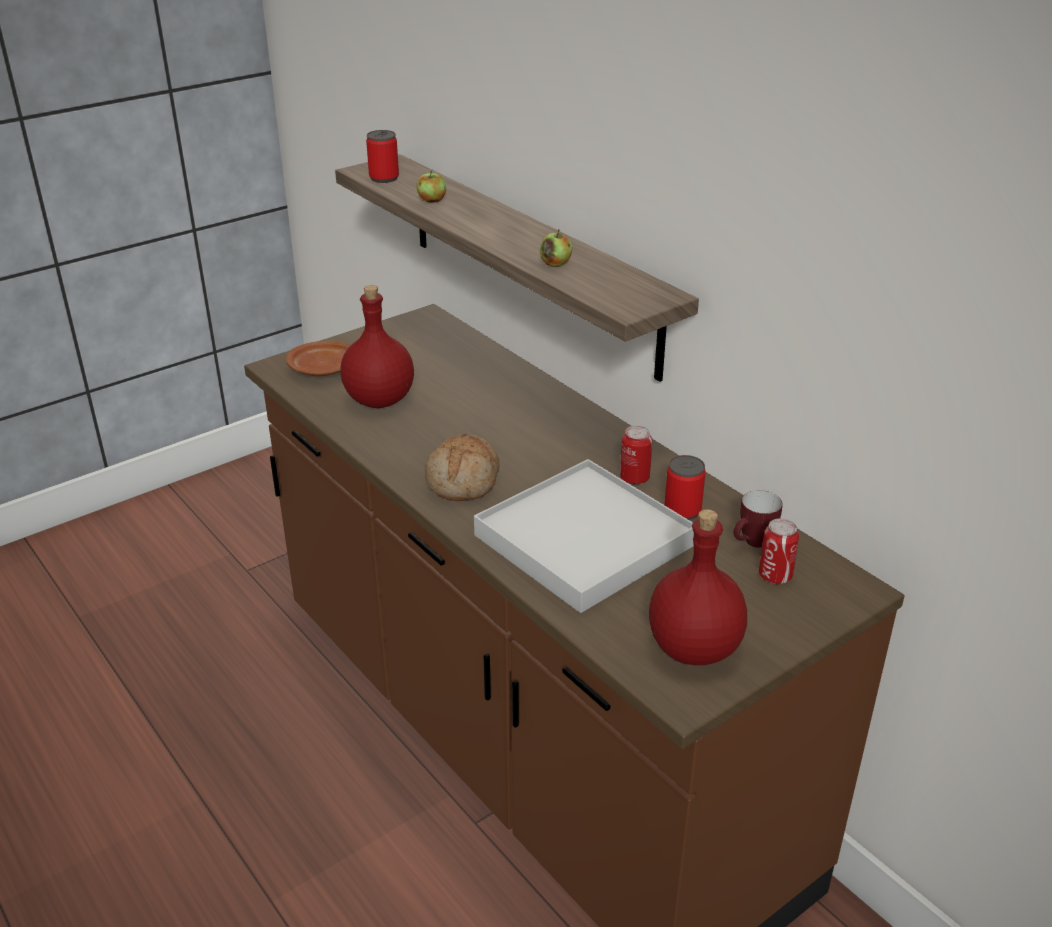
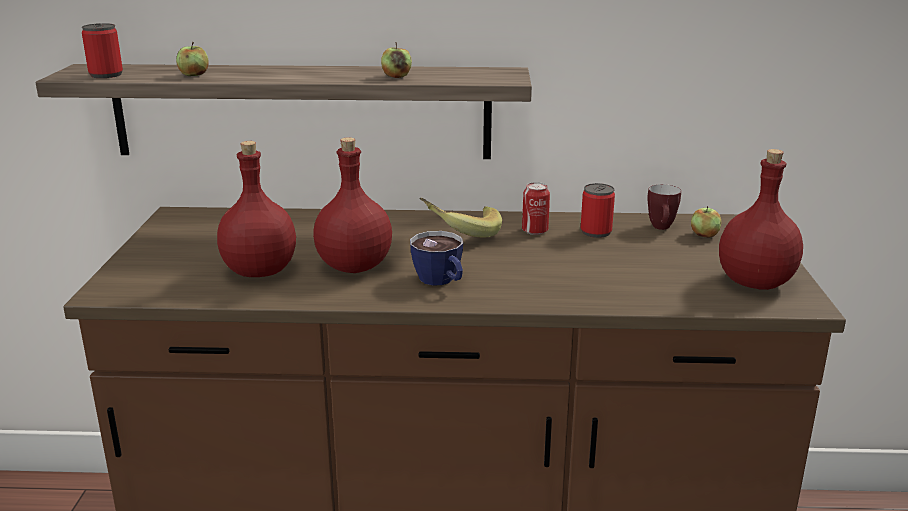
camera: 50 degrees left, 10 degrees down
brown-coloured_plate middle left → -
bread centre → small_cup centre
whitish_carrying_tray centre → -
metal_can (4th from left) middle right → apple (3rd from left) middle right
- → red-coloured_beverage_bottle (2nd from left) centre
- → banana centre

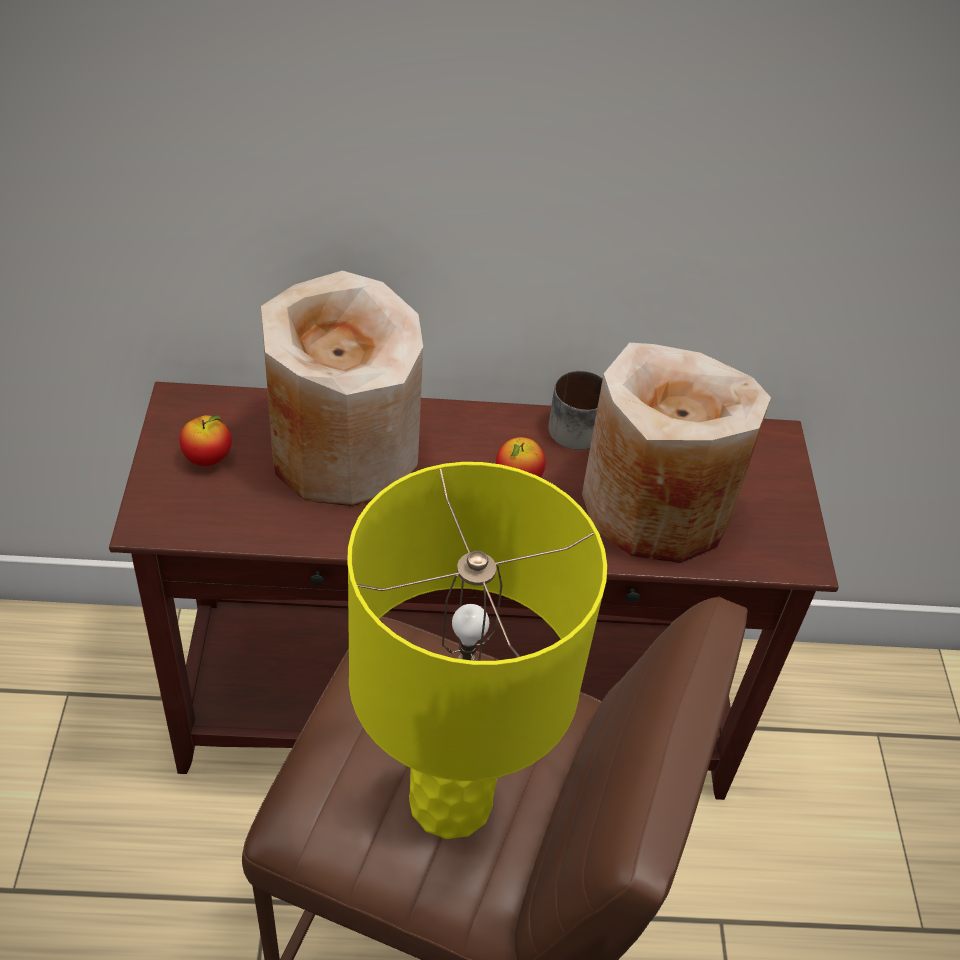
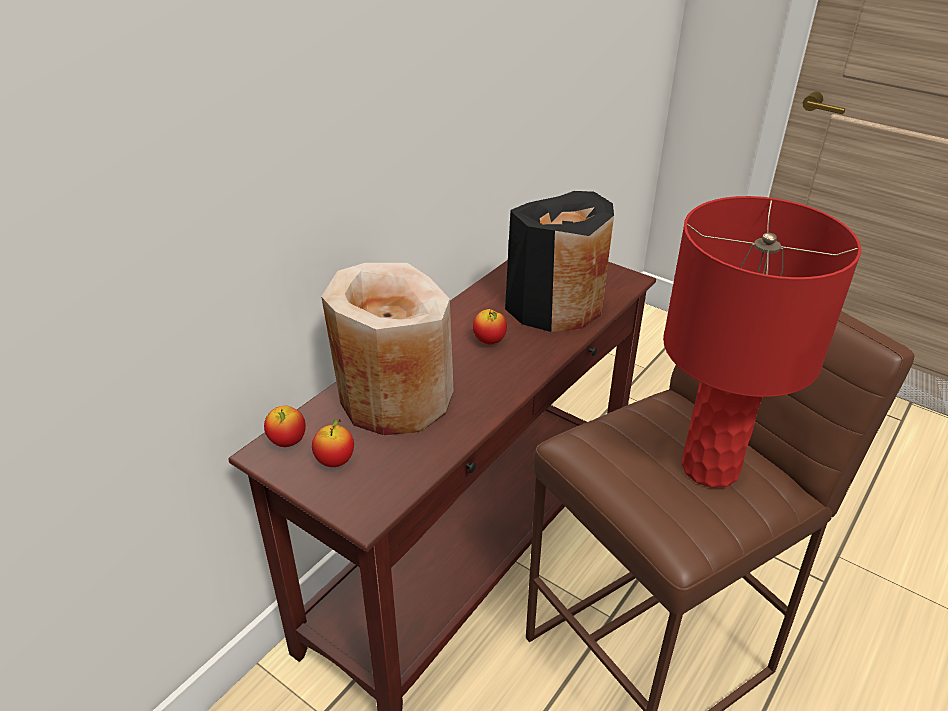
camera: 50 degrees left, 10 degrees down
yellow-coloured_lamp_for_a_table bottom centre → red-coloured_lamp_for_a_table middle right
tea_mug centre → -
sand-coloured_vase (2nd from left) middle right → blackish_vase centre
- → apple (1st from left) middle left

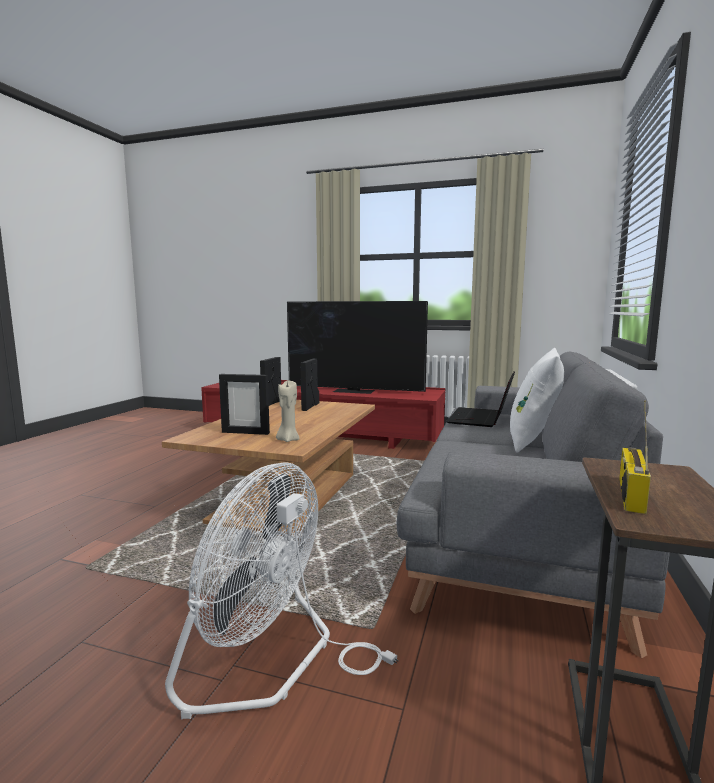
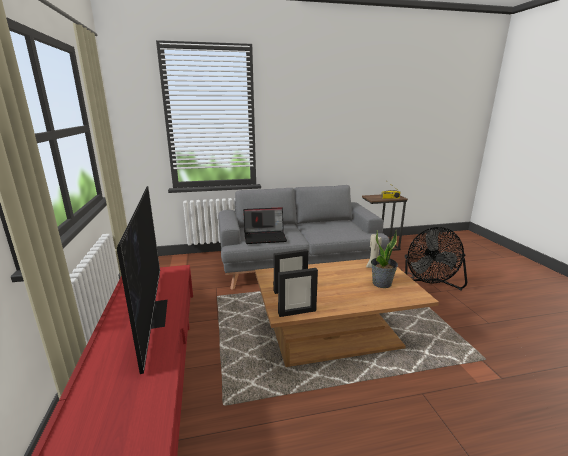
camera: 120 degrees left, 10 degrees up
whitish_cooling_fan bottom centre → blackish_cooling_fan middle right
standing_frame (1st from left) centre → potted_plant middle right
whitish_cushion middle right → -

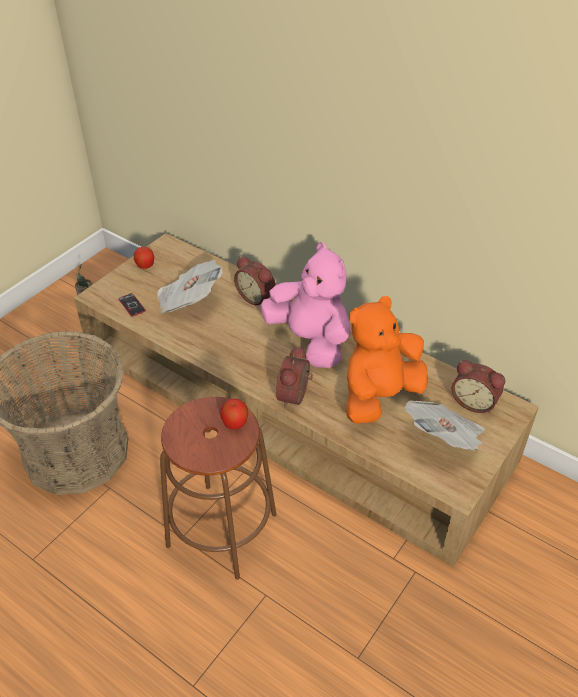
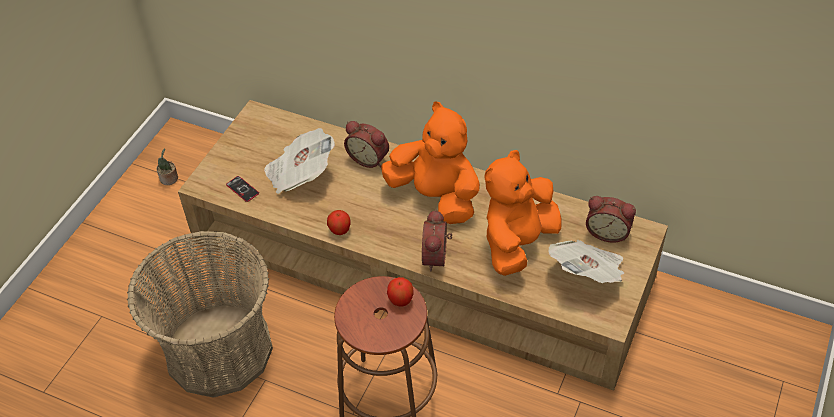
camera: 10 degrees left, 5 degrees up
apple (1st from left) middle left → apple (1st from left) centre, move
pinkish_cuddly_toy centre → orangey_cuddly_toy (1st from left) centre

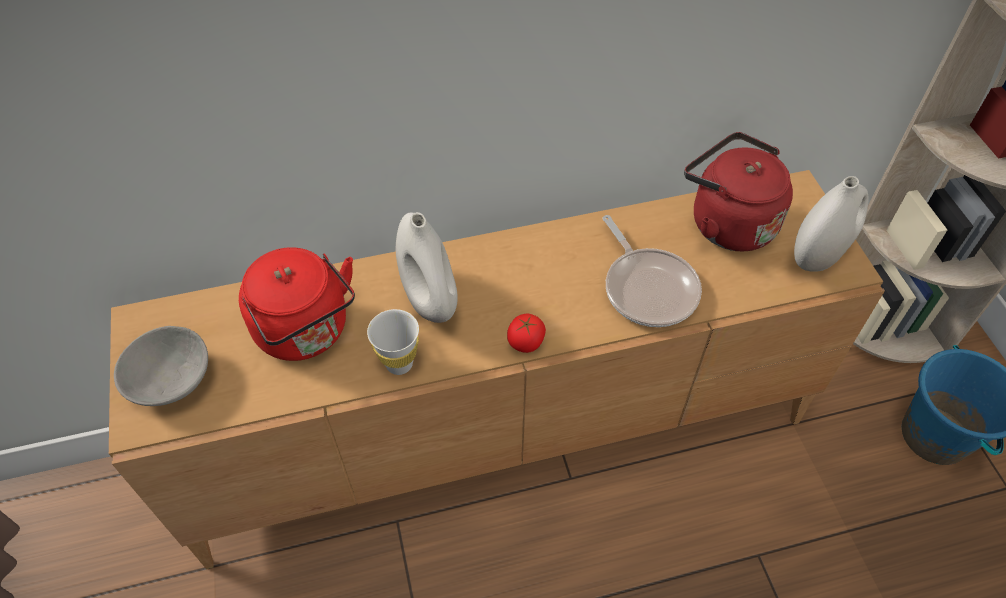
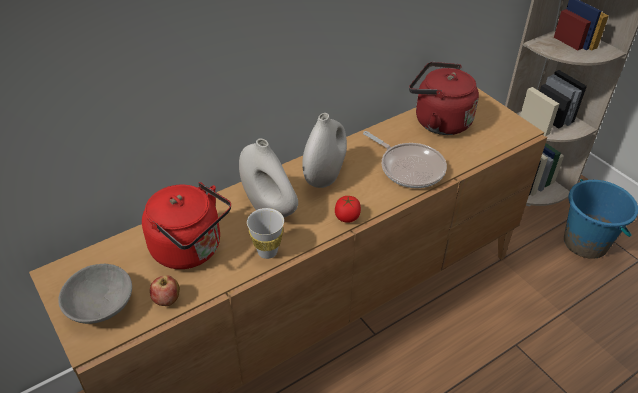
camera: 20 degrees left, 10 degrees down
whitish_vase (2nd from left) middle right → whitish_vase (2nd from left) centre, move
- → apple bottom left

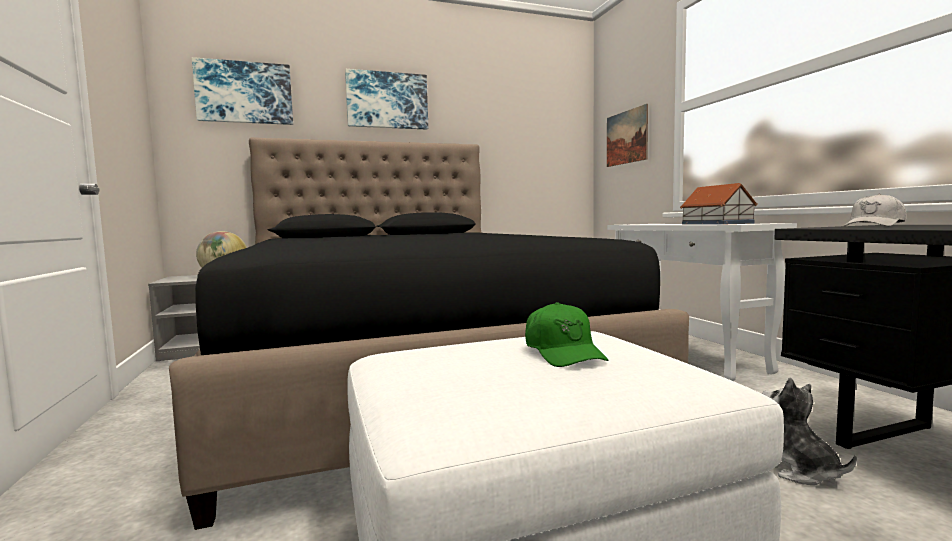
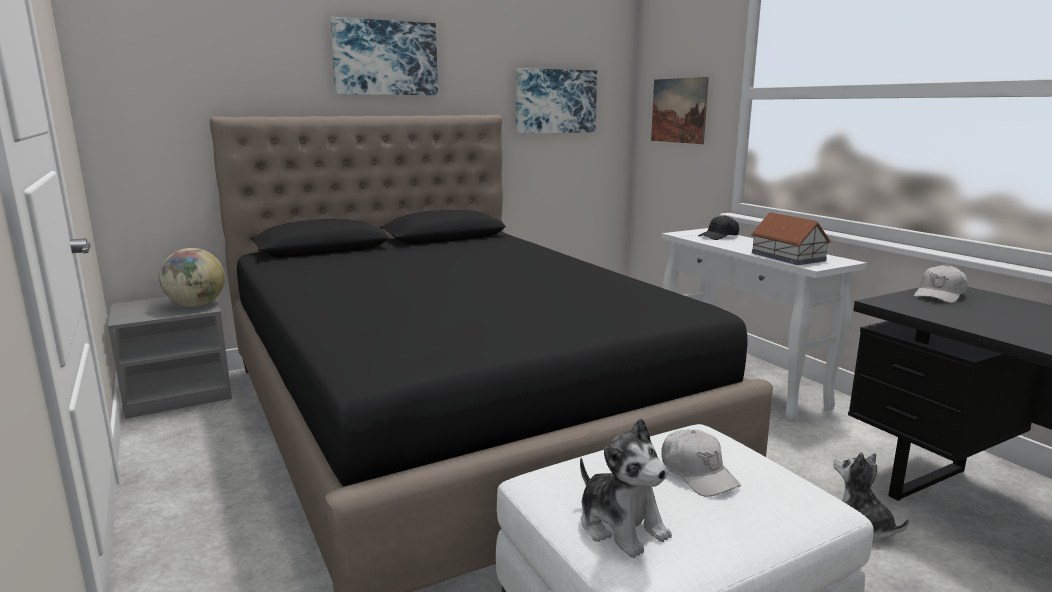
camera: 10 degrees left, 10 degrees up
picture (1st from left in the first image) top left → picture (2nd from left) top centre, move
green-coloured_baseball_cap centre → whitish_baseball_cap (1st from left) bottom centre
- → cuddly_toy (1st from left) bottom centre
- → blackish_baseball_cap middle right

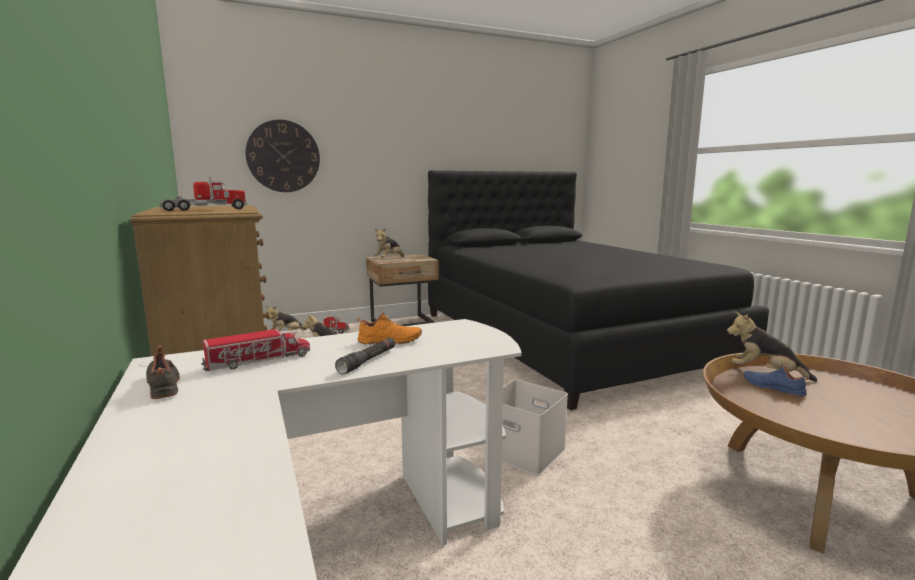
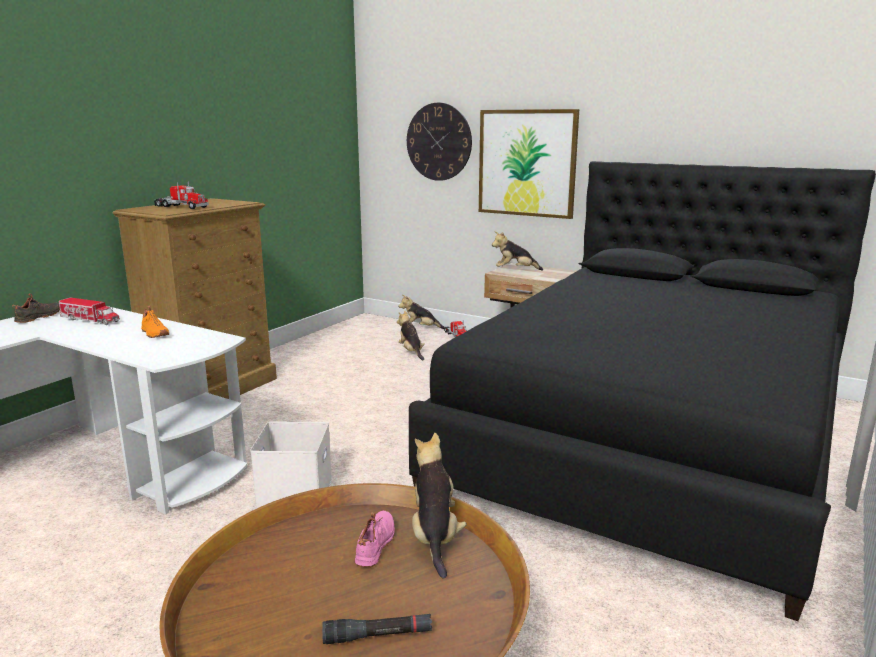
camera: 55 degrees right, 5 degrees up
blackish_flashlight centre → blackish_flashlight bottom centre, move
blue-coloured_item_of_footwear middle right → pinkish_item_of_footwear bottom centre
- → picture top centre

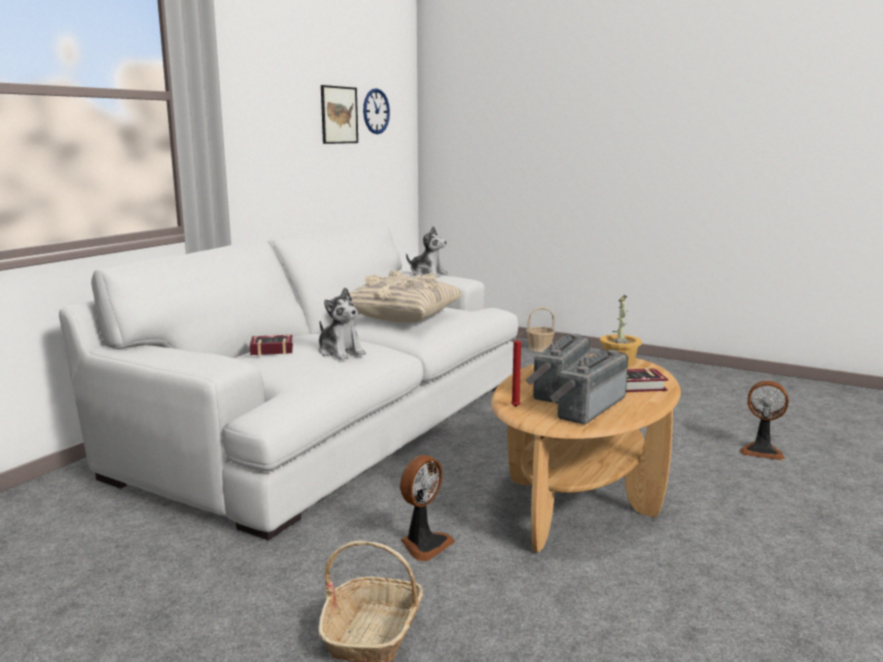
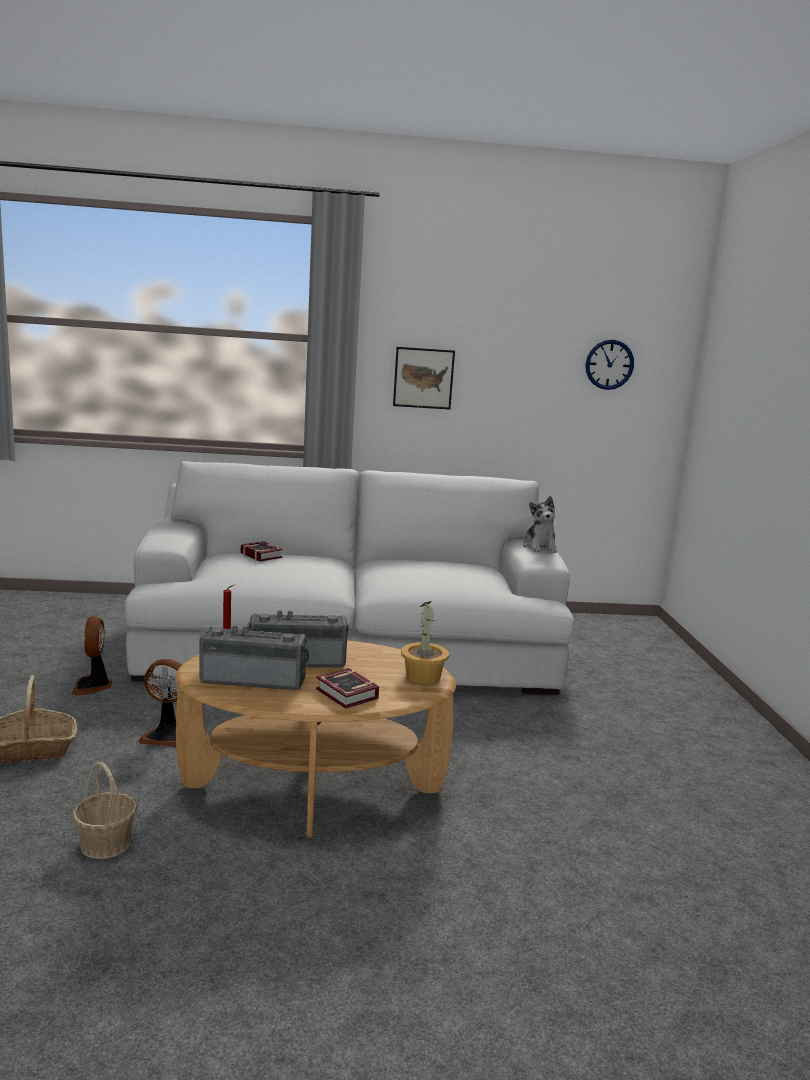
camera: 55 degrees right, 0 degrees up
cuddly_toy (1st from left) centre → -
picture top centre → picture centre, move
sand-coloured_cushion centre → -
storage_basket (2nd from left) centre → storage_basket (2nd from left) bottom left, move
cooling_fan (2nd from left in the first image) middle right → cooling_fan (1st from left) middle left, move

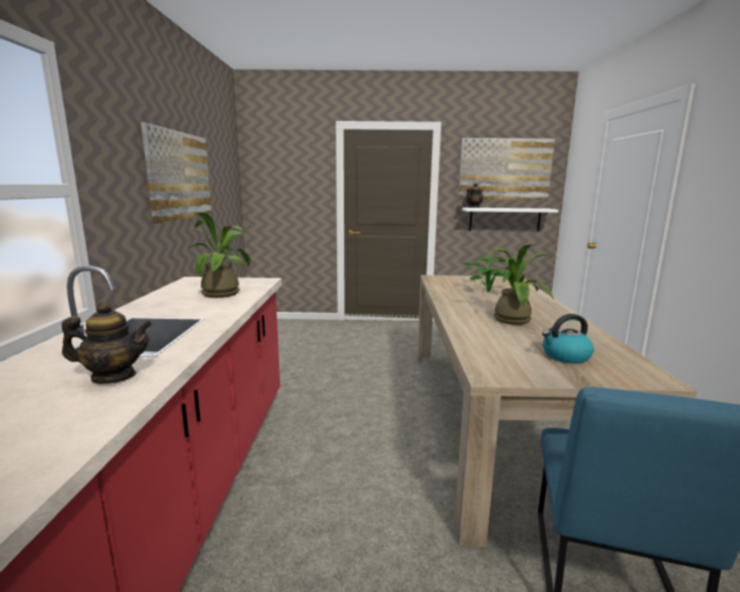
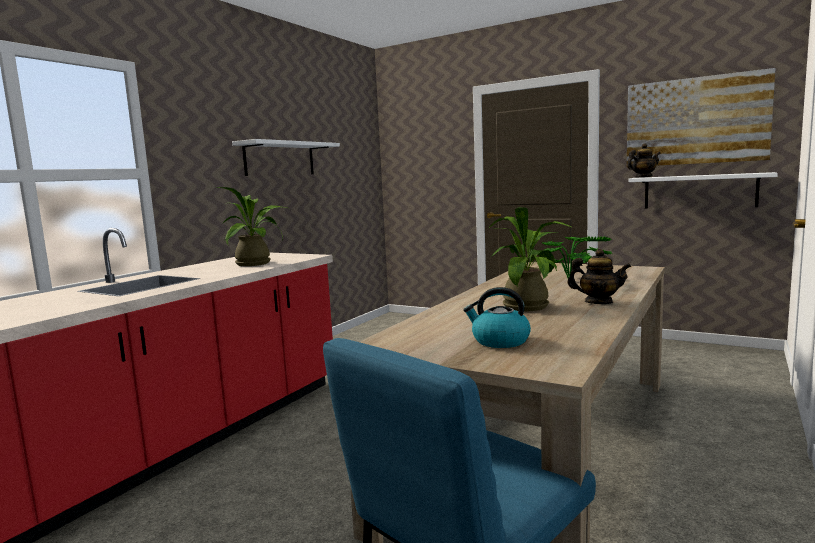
camera: 30 degrees right, 5 degrees down
teapot (1st from left) middle left → teapot (1st from left) middle right, move
picture (1st from left) top left → whitish_wall_shelf (1st from left) top centre

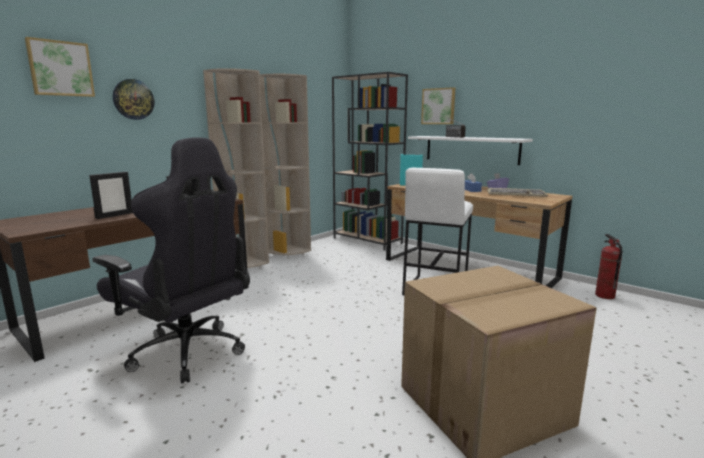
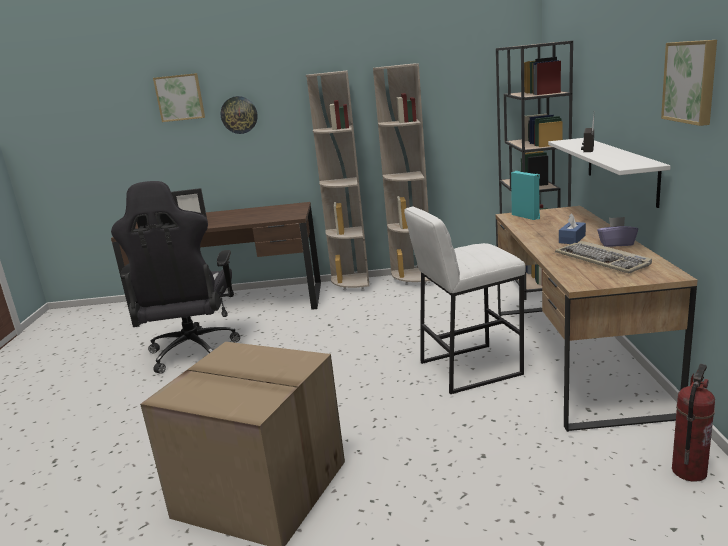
camera: 50 degrees right, 5 degrees up
picture (2nd from left) top centre → picture (2nd from left) top right, move

